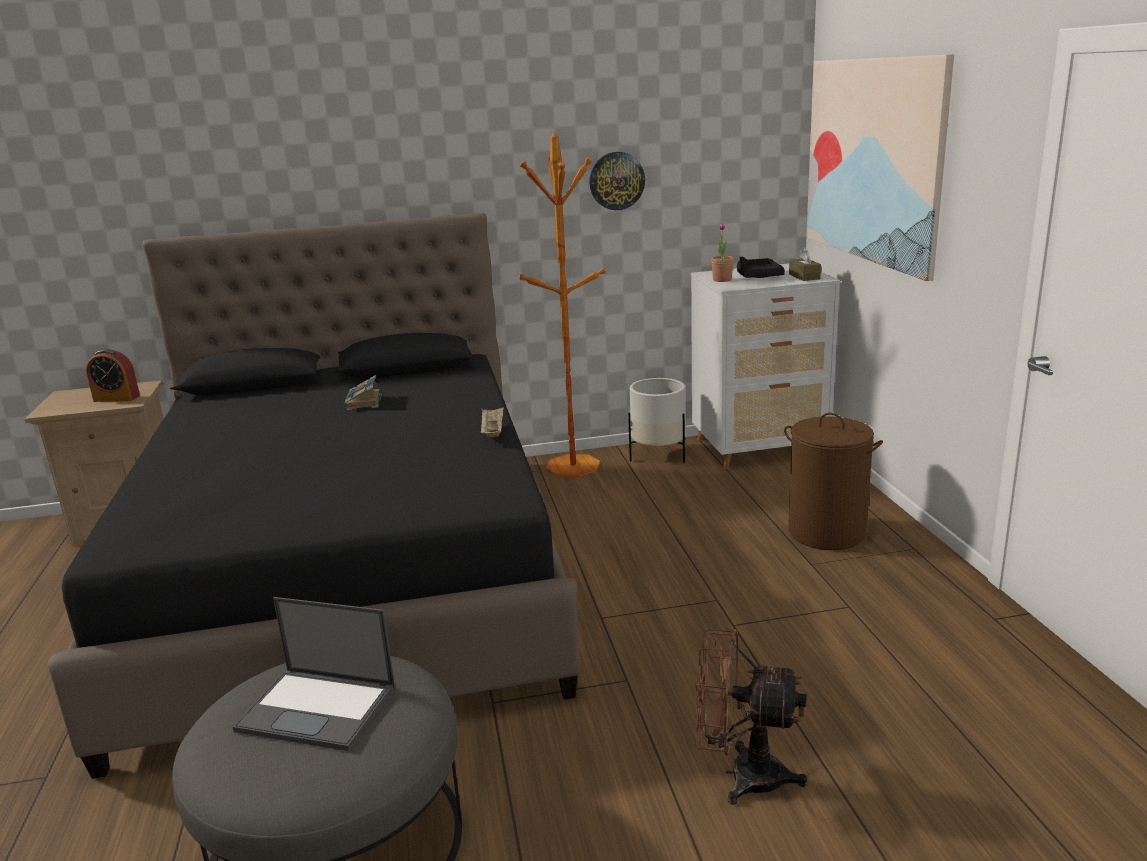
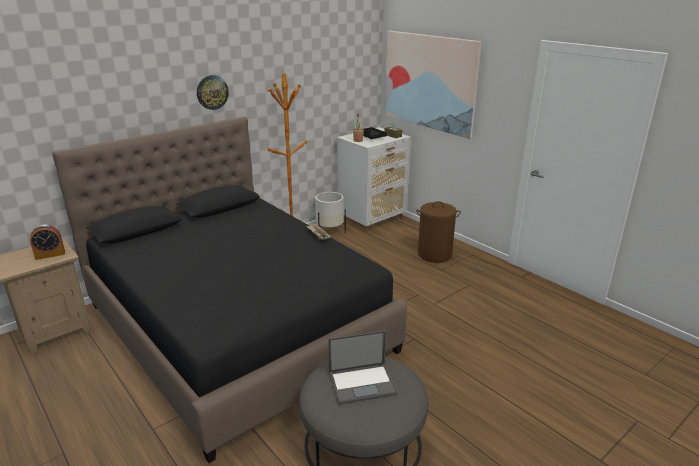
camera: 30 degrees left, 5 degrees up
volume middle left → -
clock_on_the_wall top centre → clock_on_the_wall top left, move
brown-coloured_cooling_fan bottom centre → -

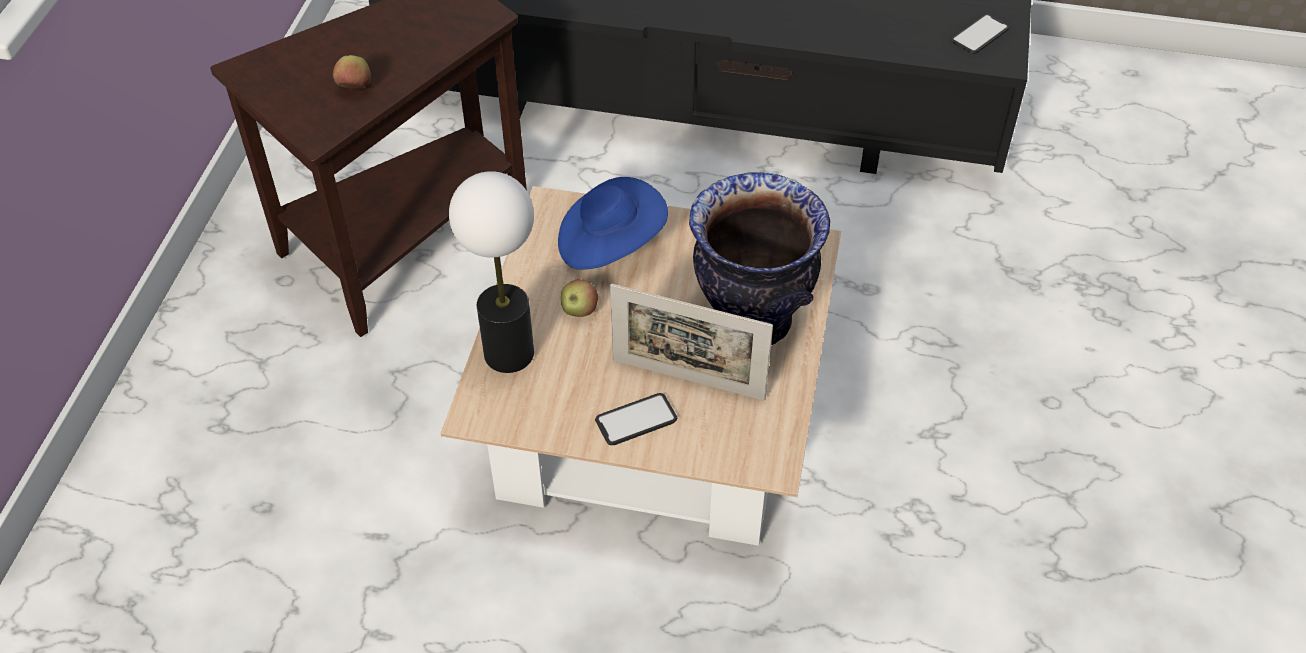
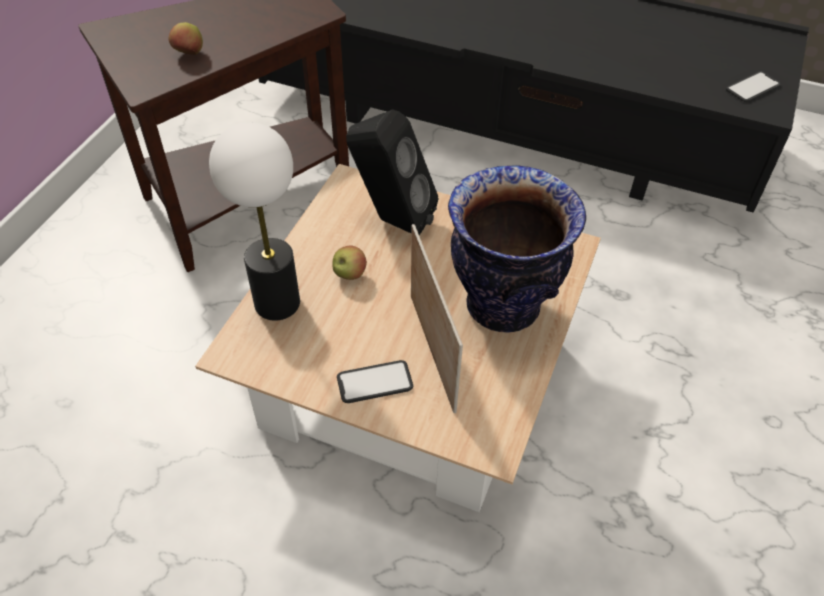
camera: 10 degrees right, 0 degrees up
blue-coloured_clothing_hat centre → blackish_audio_speaker top centre
standing_frame centre, 135 degrees counterclockwise

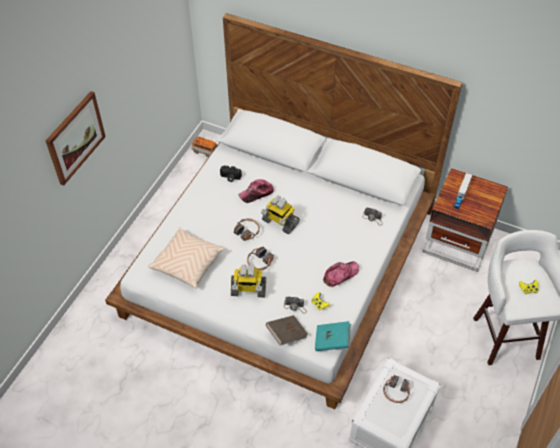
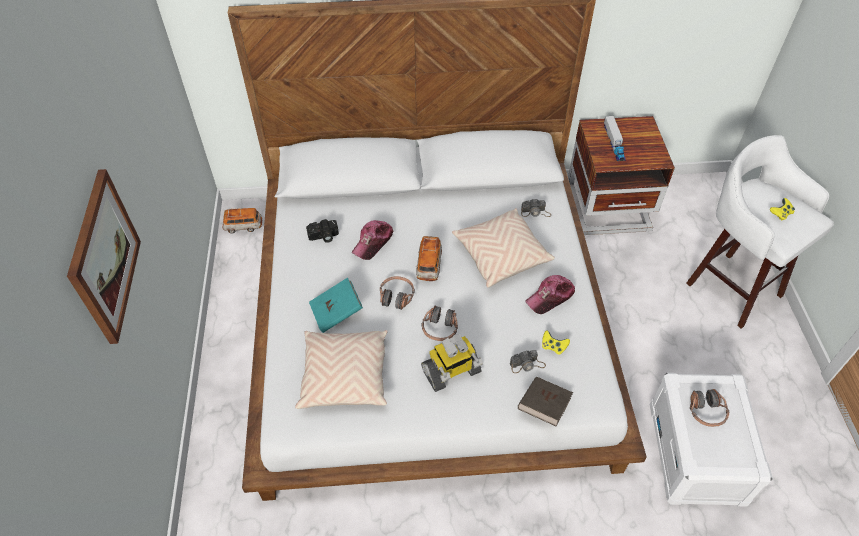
camera: 30 degrees left, 0 degrees up
toy_robot (2nd from left) centre → miniature_car (2nd from left) centre
turquoise-coloured_volume bottom centre → turquoise-coloured_volume centre, move
baseball_cap (2nd from left) centre, 150 degrees counterclockwise
- → sand-coloured_cushion (2nd from left) centre

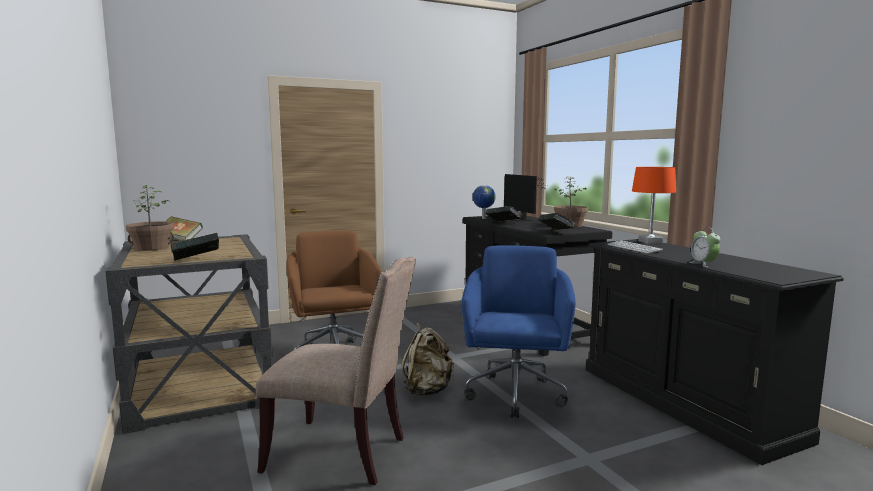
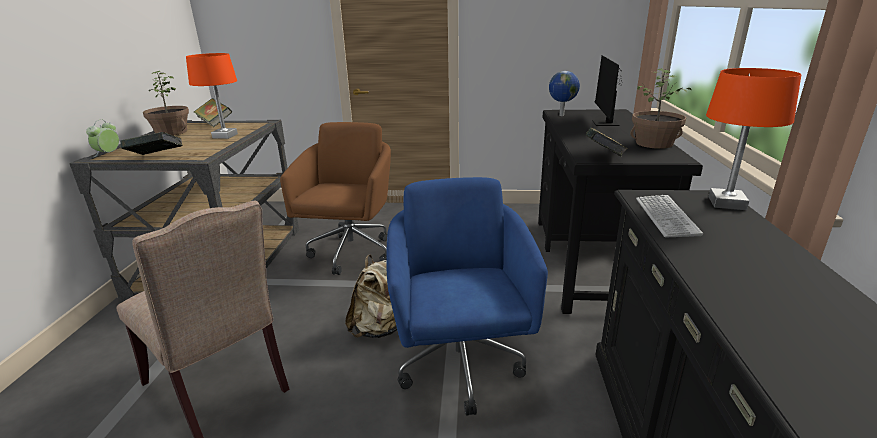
camera: 30 degrees right, 15 degrees up
blue-coloured_office_chair bottom centre, 45 degrees counterclockwise
volume (3rd from left) centre → -
bedside_clock middle right → bedside_clock top left, move
- → orangey_lamp_for_a_table (1st from left) top left

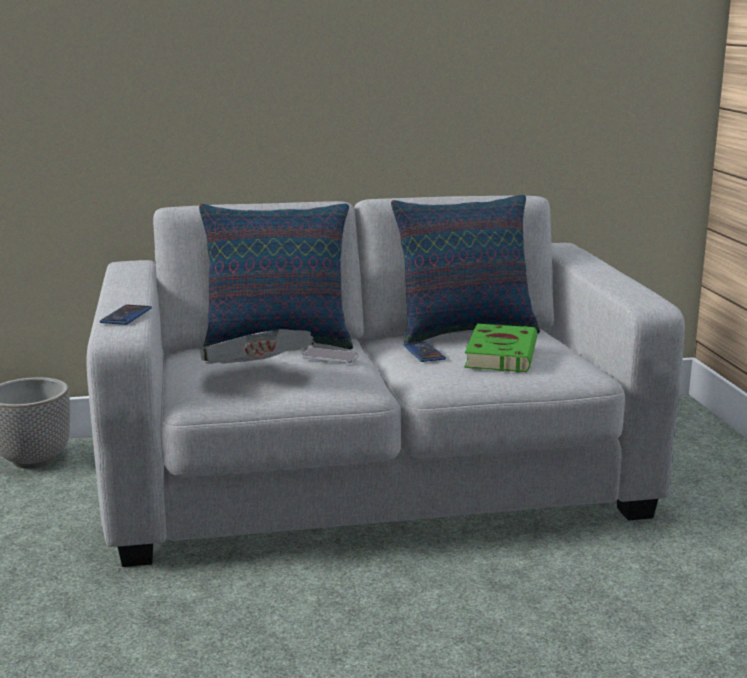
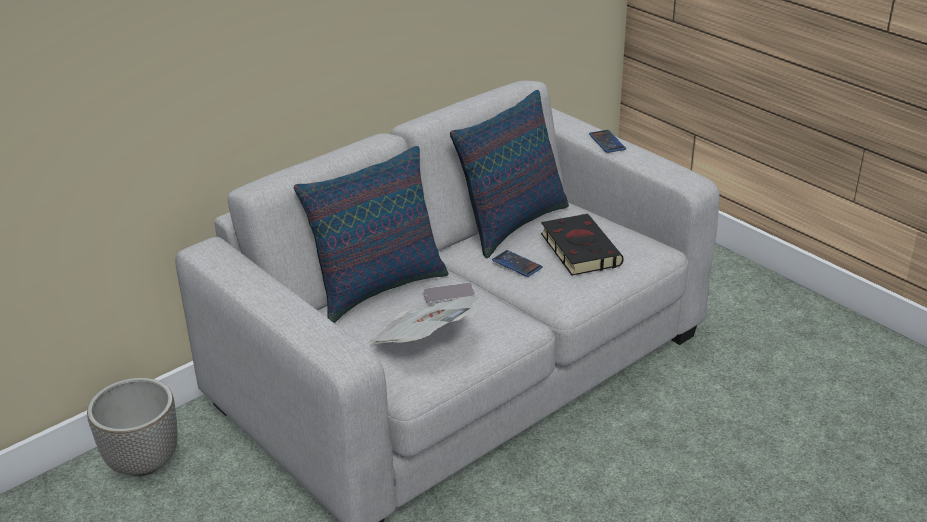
camera: 30 degrees left, 15 degrees up
phone (1st from left in the first image) middle left → phone (3rd from left) top centre, move
green-coloured_volume middle right → blackish_volume centre

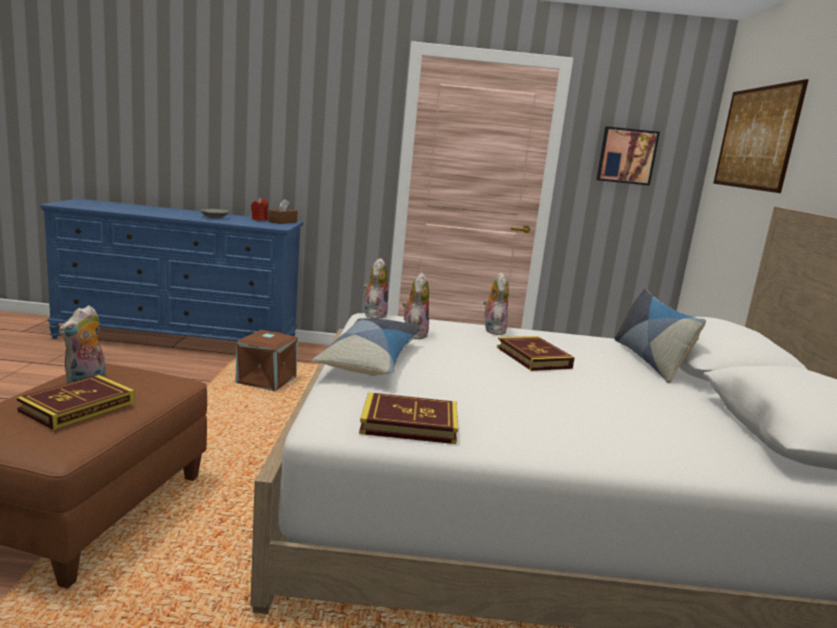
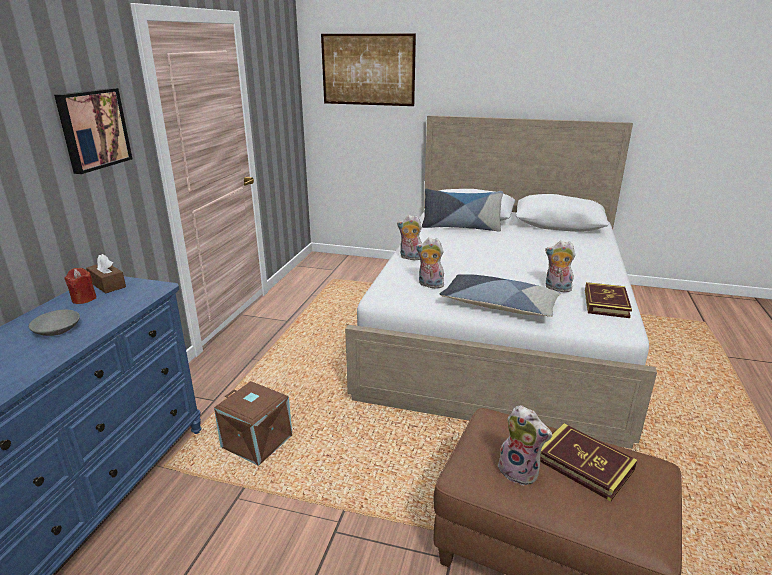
camera: 75 degrees left, 10 degrees up
cuddly_toy (2nd from left in the first image) centre → cuddly_toy (4th from left) middle right, move
volume (3rd from left) centre → -
picture (1st from left) top right → picture (1st from left) top left, move

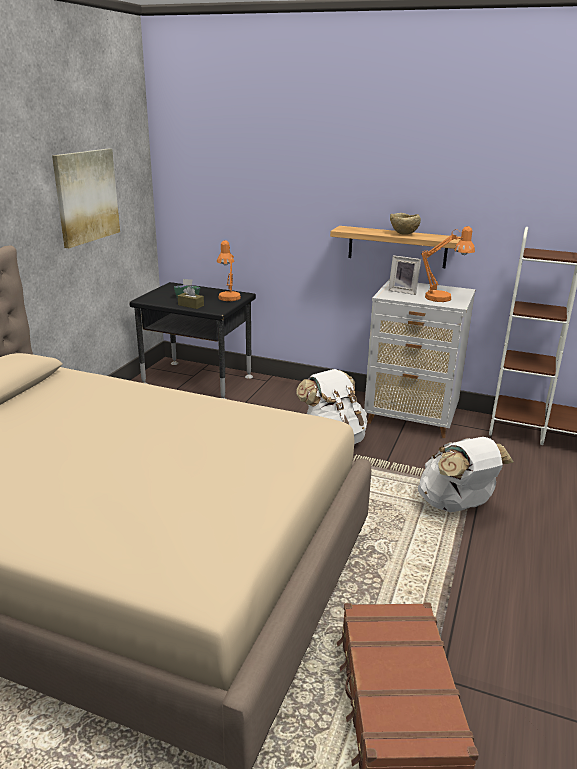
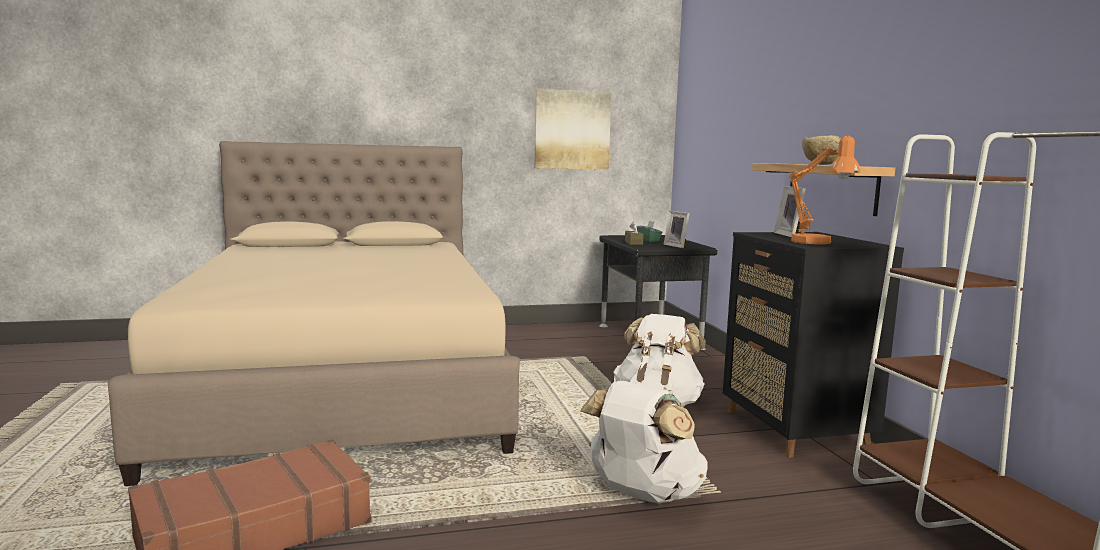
camera: 55 degrees right, 15 degrees down
orangey_lamp_for_a_table (1st from left) centre → standing_frame (1st from left) centre
whitish_dresser middle right → blackish_dresser middle right

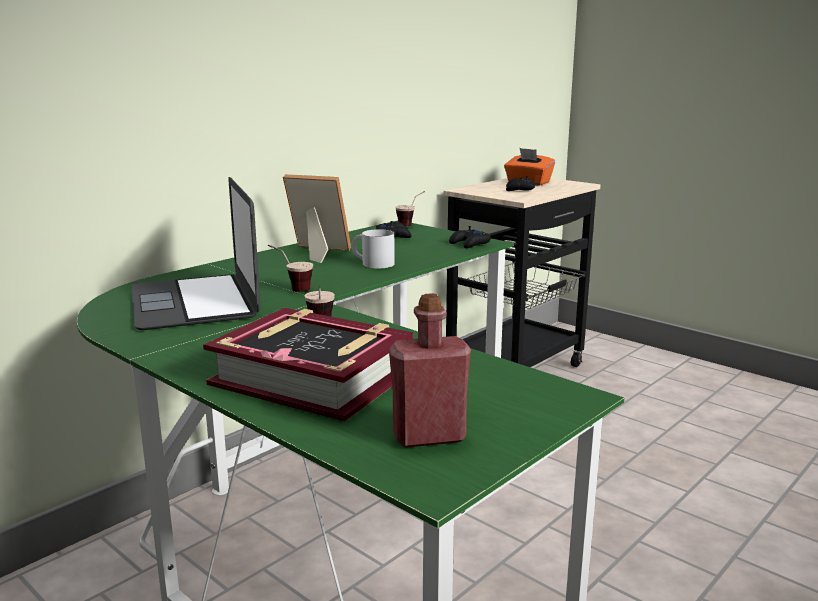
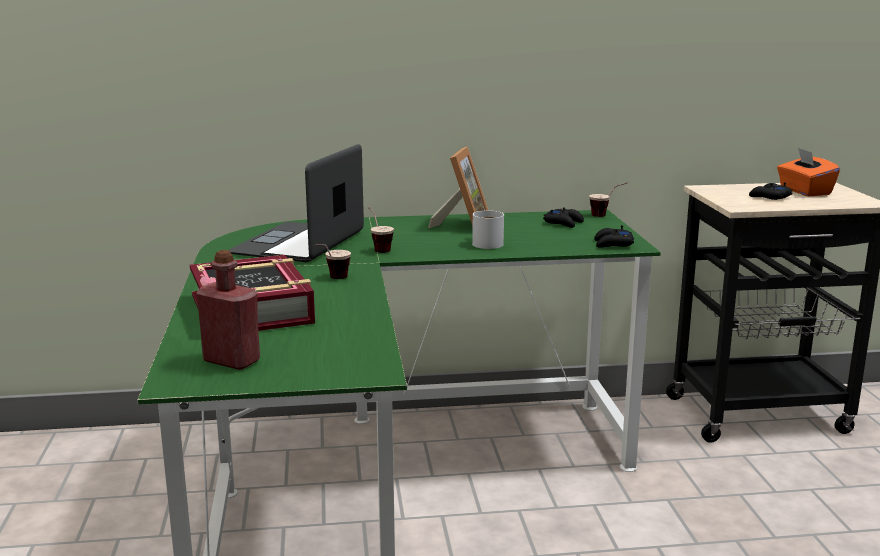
camera: 40 degrees right, 0 degrees up
standing_frame centre, 45 degrees clockwise

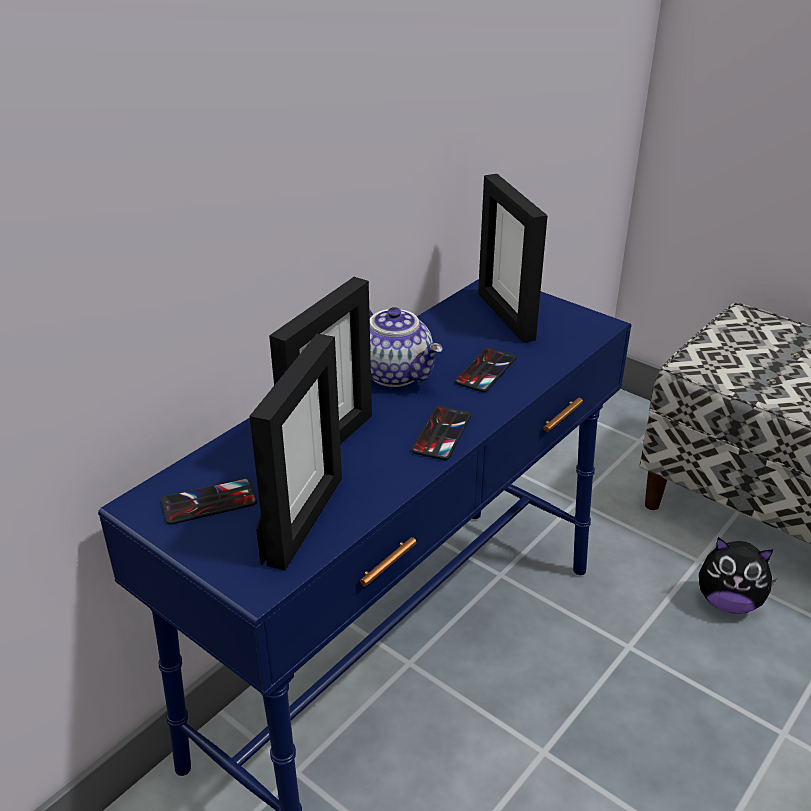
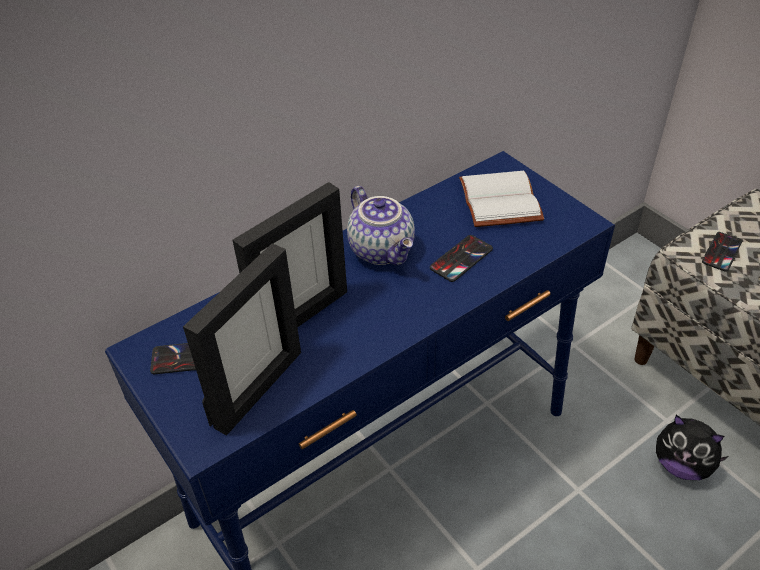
camera: 15 degrees right, 10 degrees up
phone (2nd from left in the first image) centre → phone (3rd from left) middle right, move
standing_frame (3rd from left) top centre → whitish_volume centre

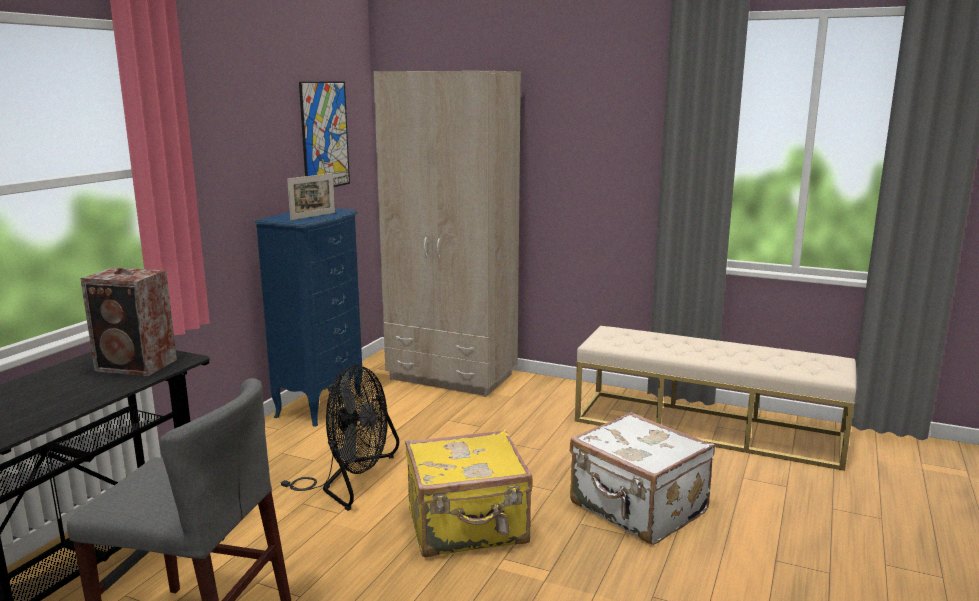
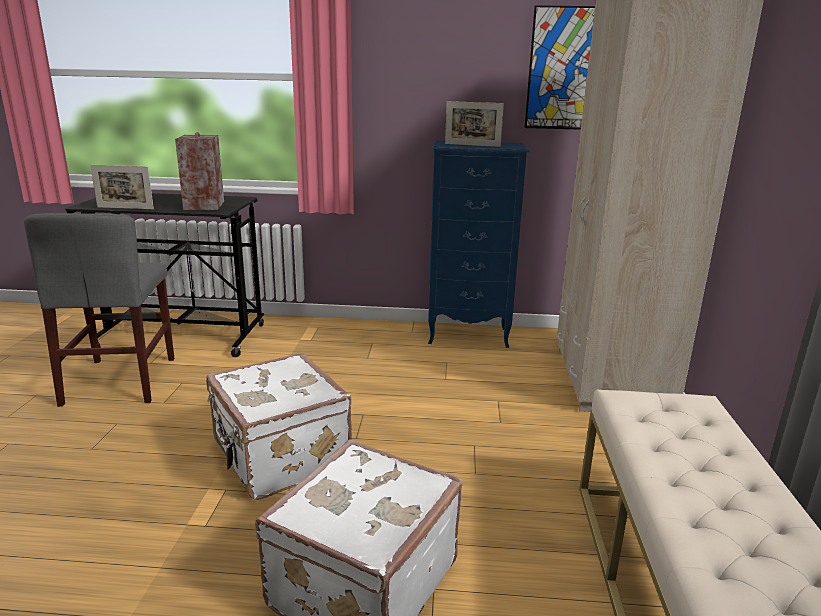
camera: 70 degrees right, 5 degrees up
blackish_cooling_fan bottom centre → -
yellow-coloured_suitcase bottom centre → whitish_suitcase (1st from left) bottom centre
- → standing_frame (1st from left) top left

